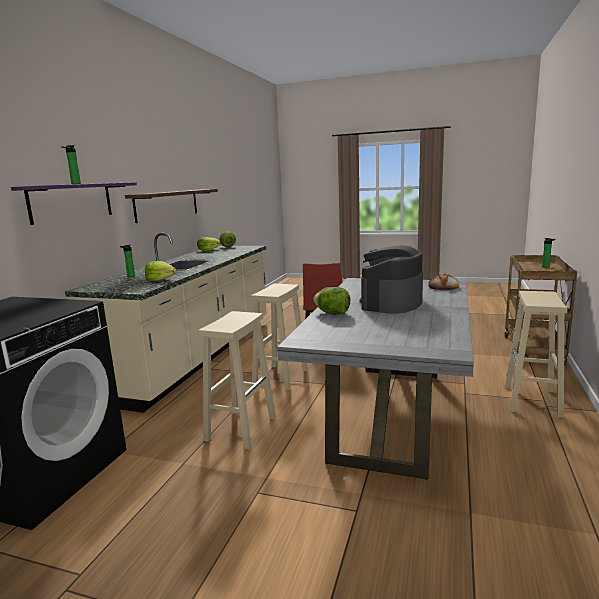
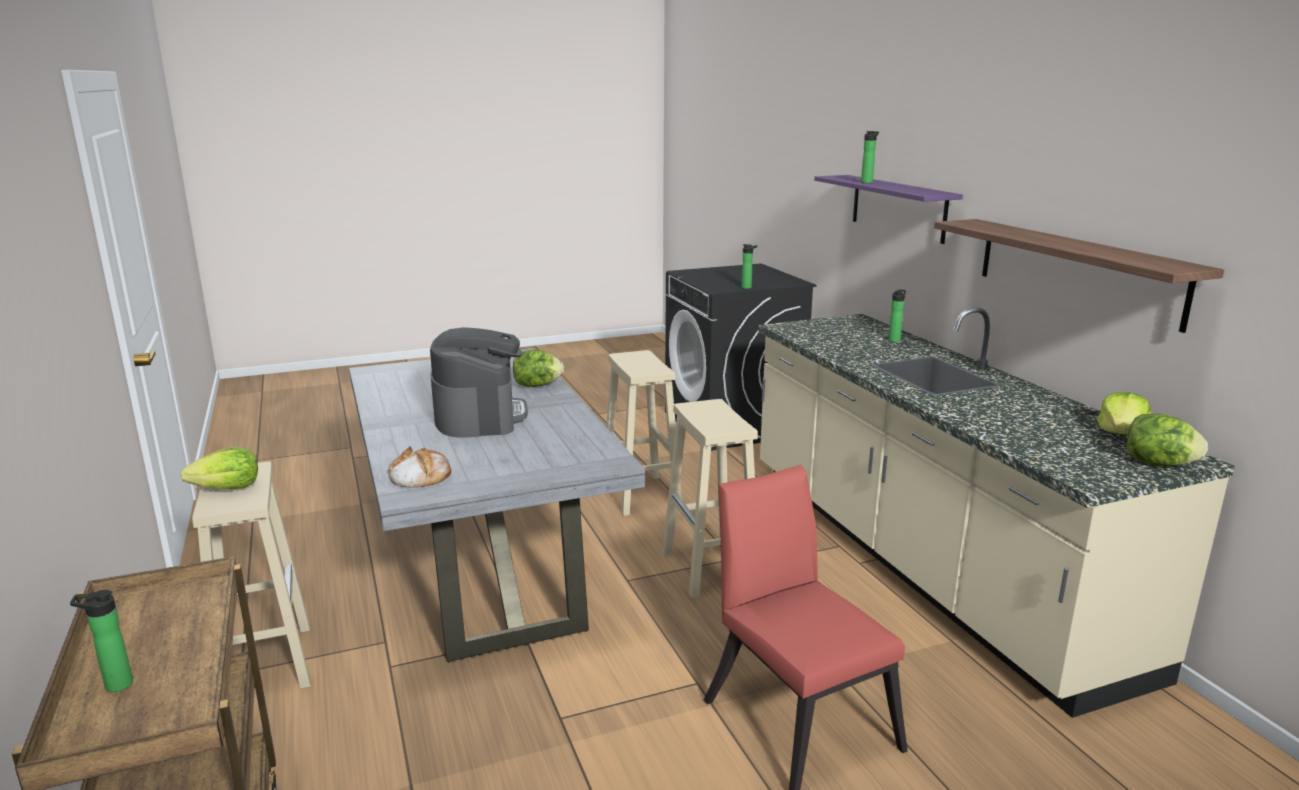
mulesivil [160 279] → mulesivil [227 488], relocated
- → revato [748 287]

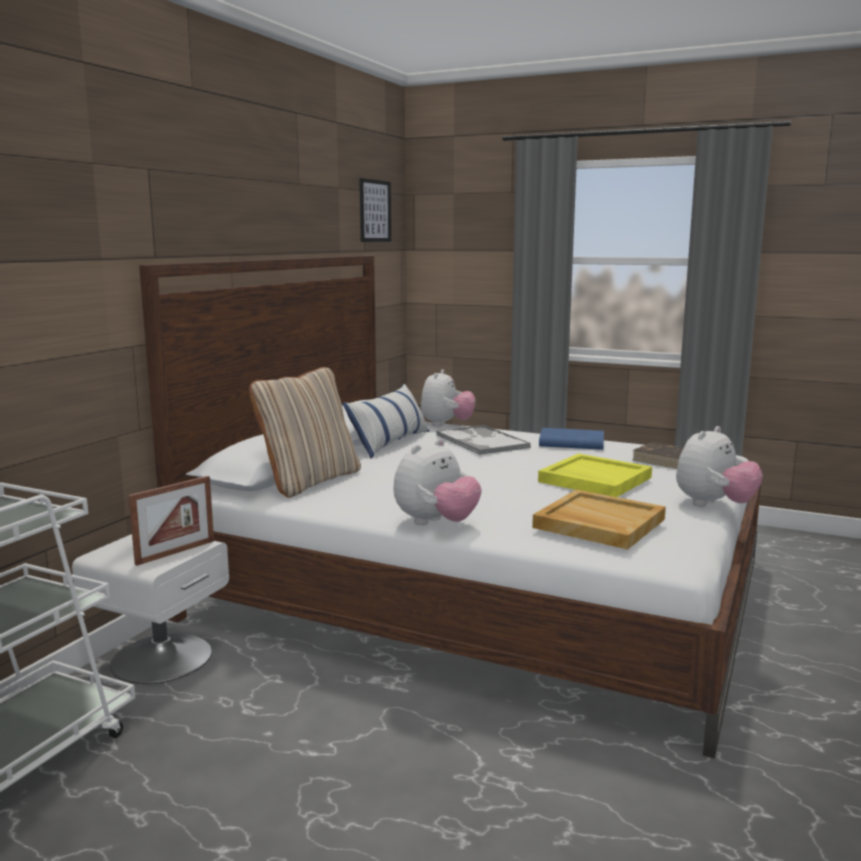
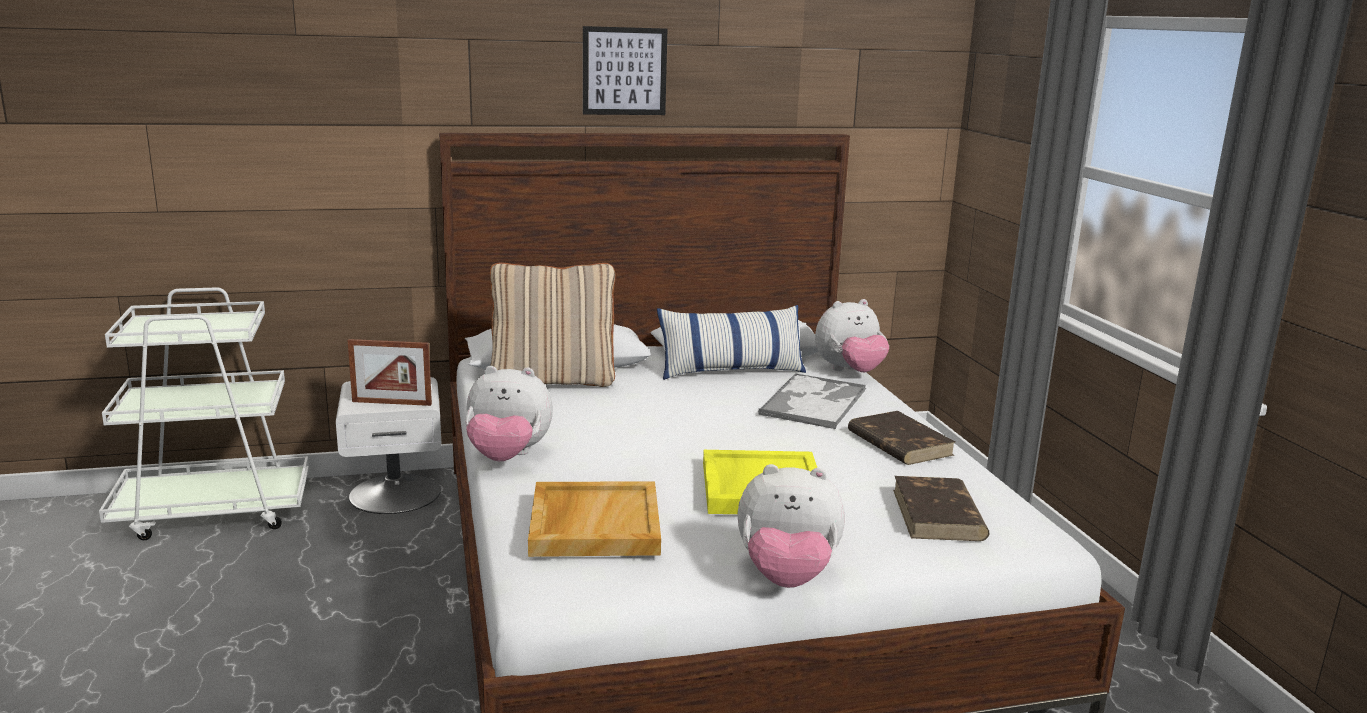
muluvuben [374 211] → muluvuben [624 71], relocated
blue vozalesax [570 443] → brown vozalesax [898 443]

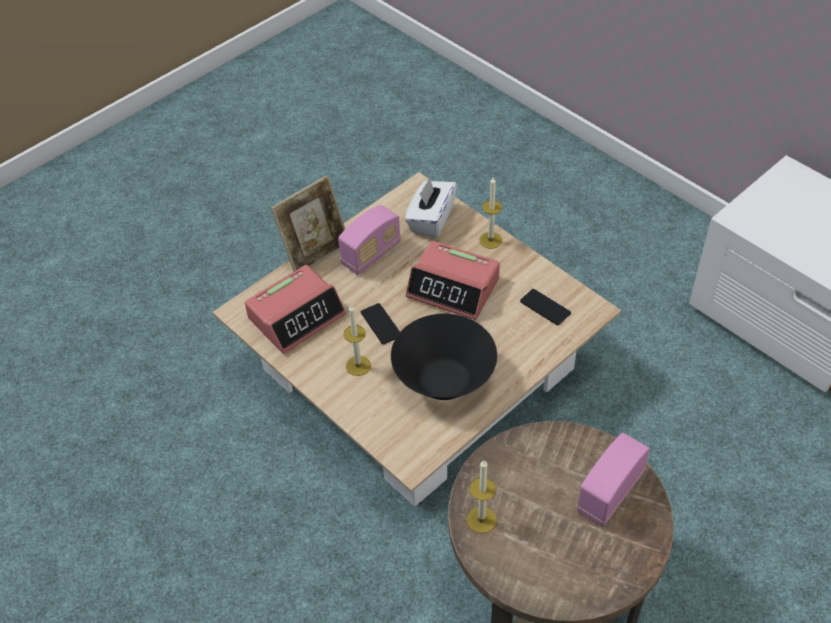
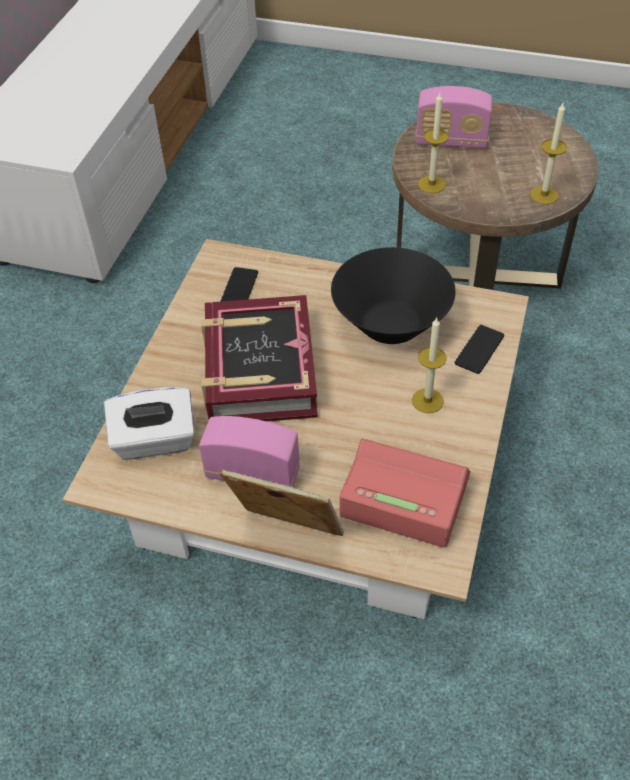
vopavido [453 288] → vozalesax [258 370]
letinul [490 240] → letinul [431 184], relocated
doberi [381 324] → doberi [479 350], relocated

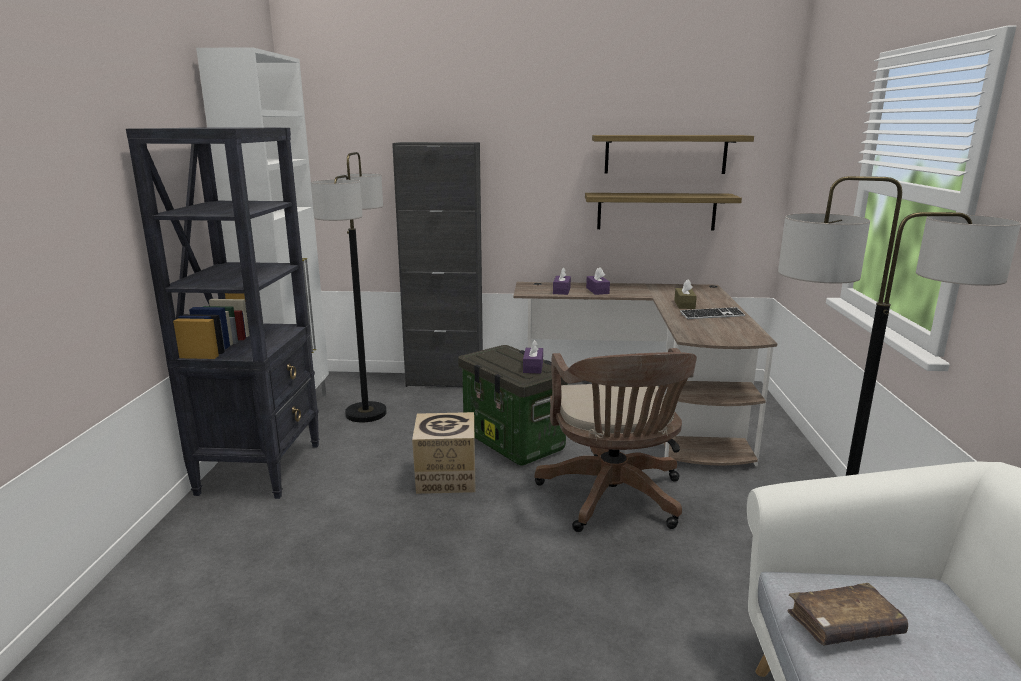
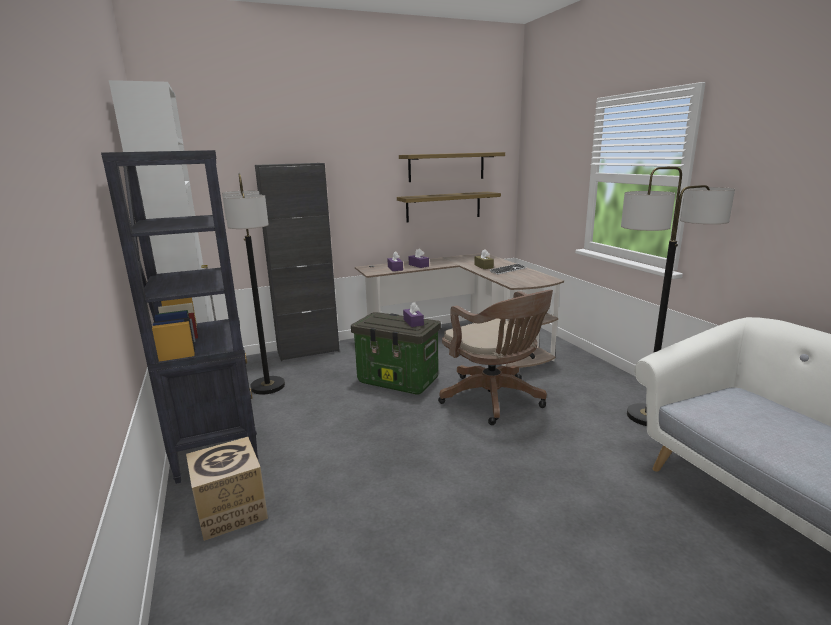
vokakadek [446 477] → vokakadek [231 510], relocated
brown vozalesax [844 626] → -

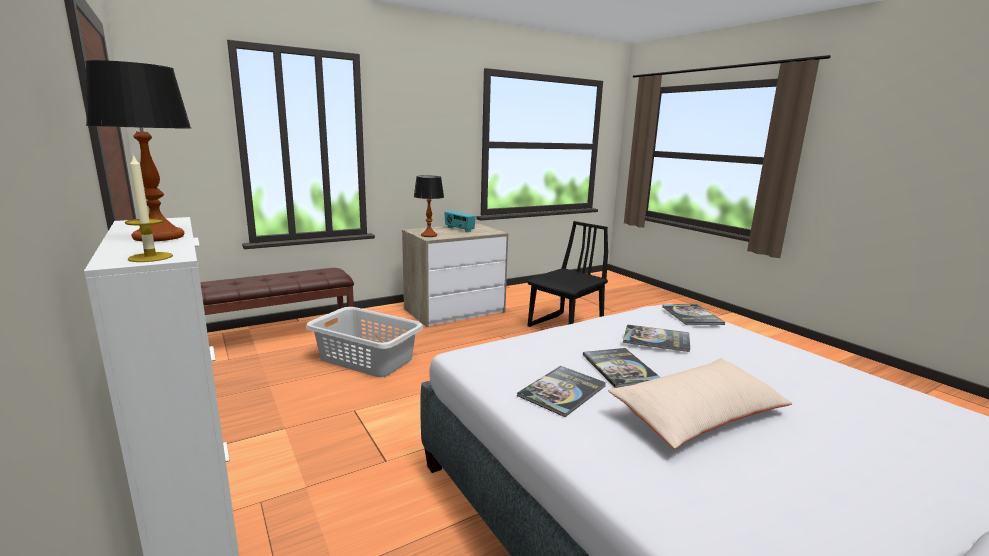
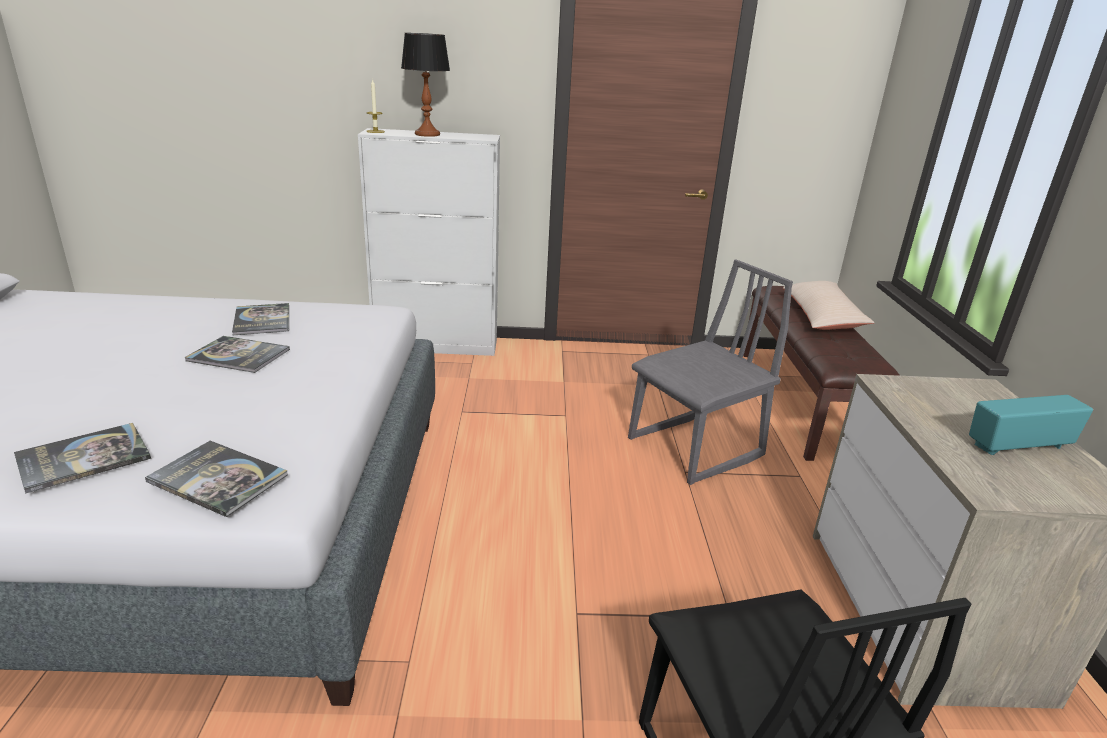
vozalesax [656 339] → vozalesax [84 458], relocated
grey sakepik [366 359] → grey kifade [696 449]
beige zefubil [698 415] → beige zefubil [822 316], relocated
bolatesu [429 235] → -

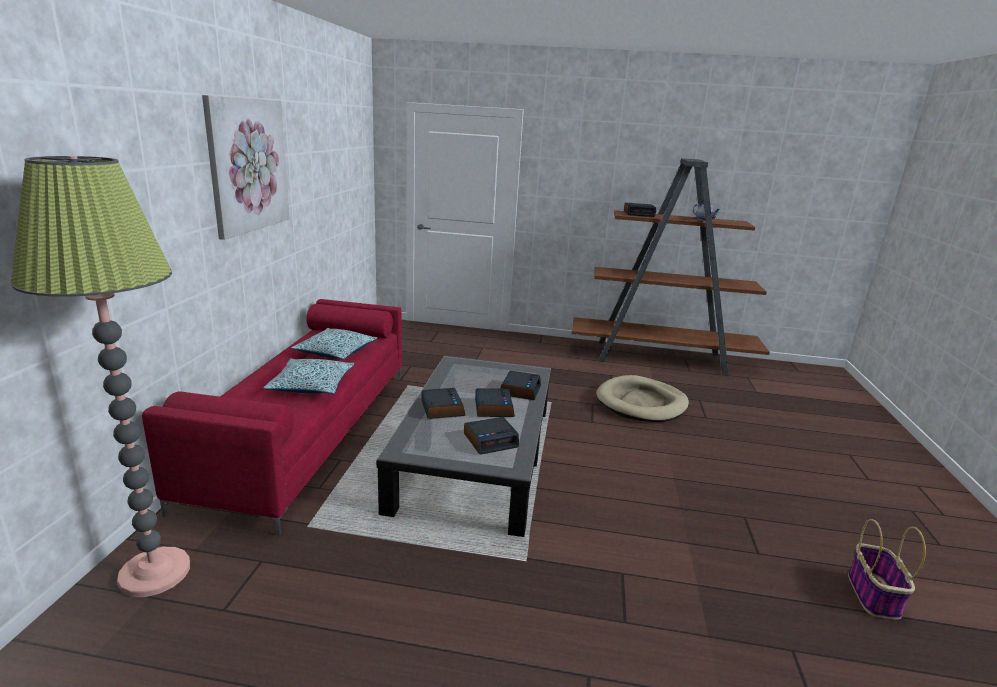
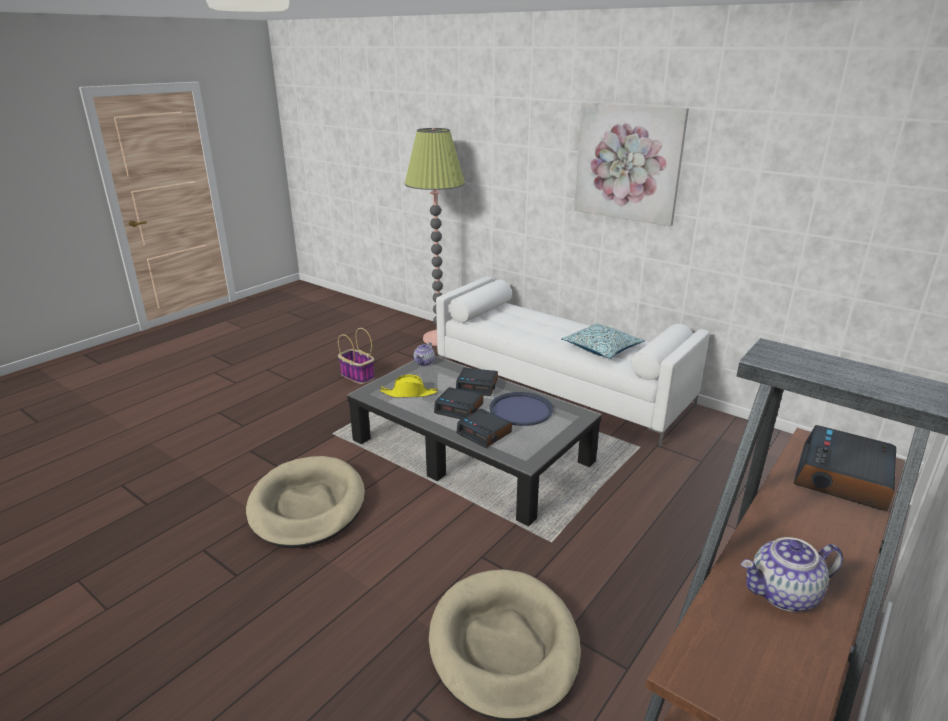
- → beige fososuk [307 506]
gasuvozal [874 596] → gasuvozal [357 376], relocated
vopavido [491 440] → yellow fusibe [409 393]
- → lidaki [424 363]
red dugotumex [307 432] → white dugotumex [561 385]
- → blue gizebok [520 410]
zefubil [311 386] → -

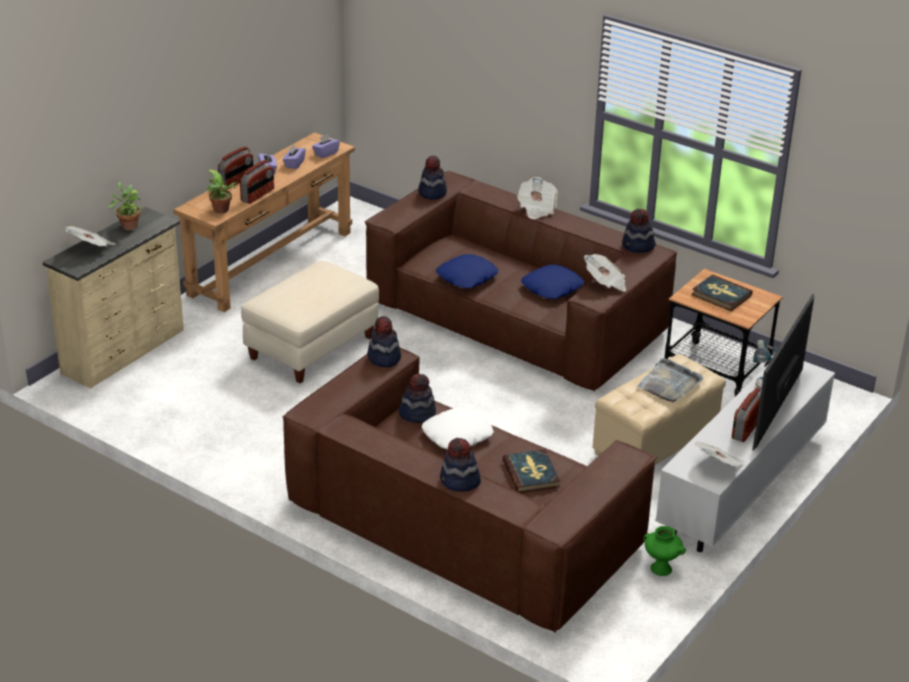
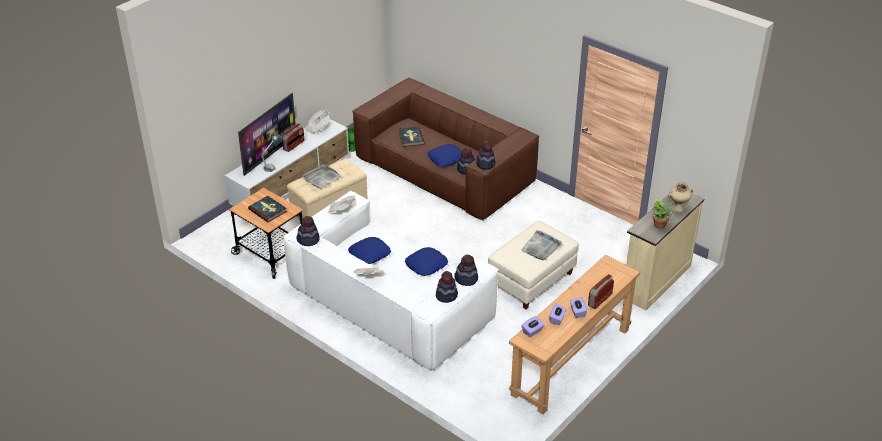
brown dugotumex [515 317] → white dugotumex [390 302]
white zefubil [457 435] → blue zefubil [446 159]
fusibe [459 481] → fusibe [466 279], relocated
- → grey gizebok [541 247]
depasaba [91 247] → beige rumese [677 208]
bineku [222 210] → -
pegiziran [258 195] → -

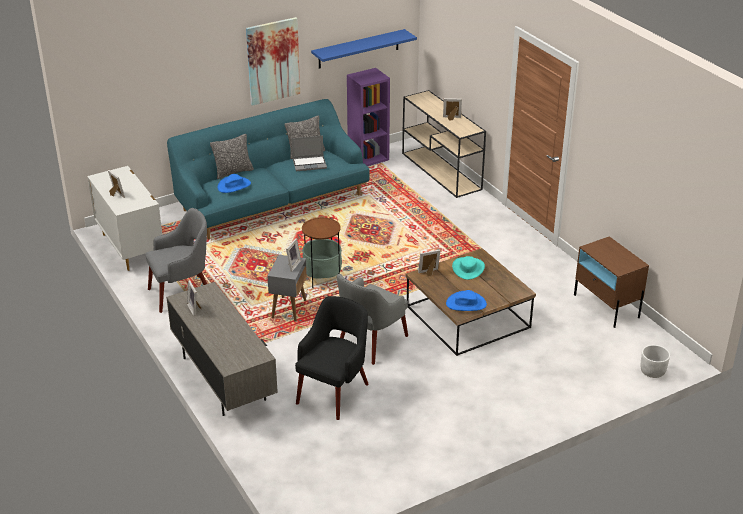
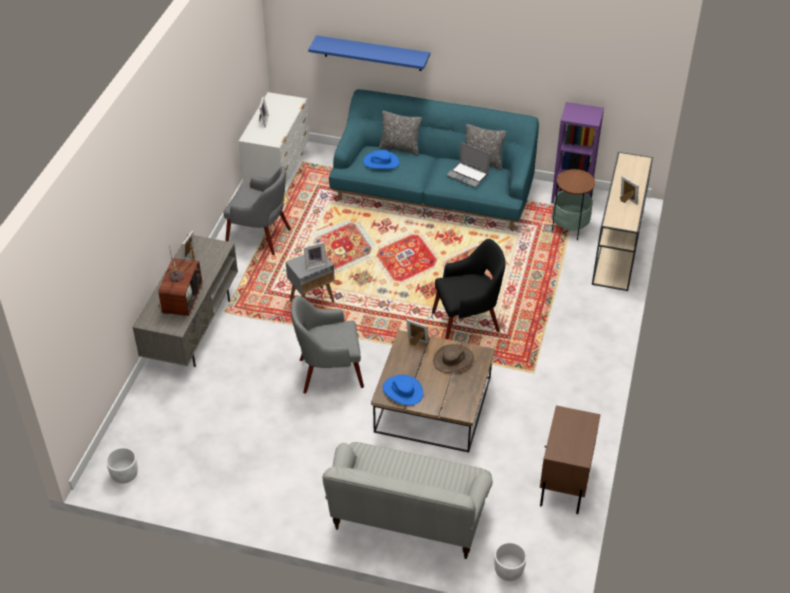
- → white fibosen [124 474]
- → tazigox [181 299]
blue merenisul [358 49] → blue merenisul [372 53], relocated
- → dugotumex [408 520]
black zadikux [334 392] → black zadikux [468 321], relocated
turquoise fusibe [468 268] → brown fusibe [453 360]
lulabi [322 278] → lulabi [569 227], relocated
muluvuben [273 61] → -

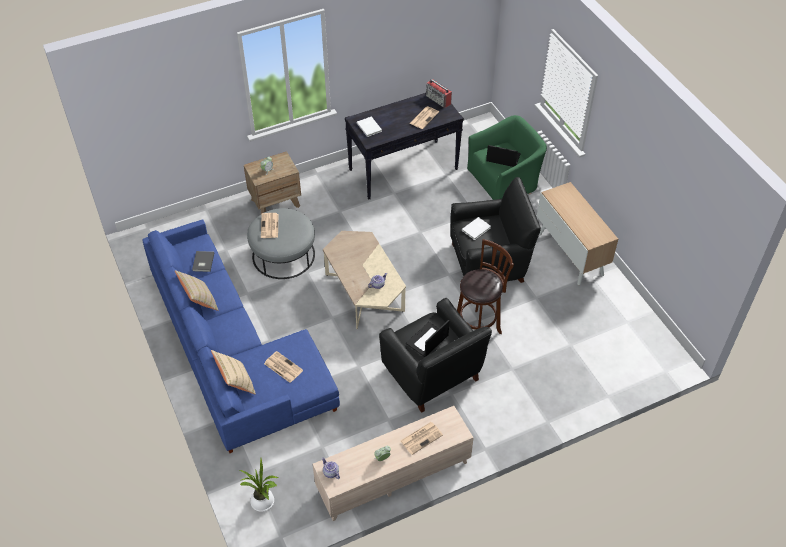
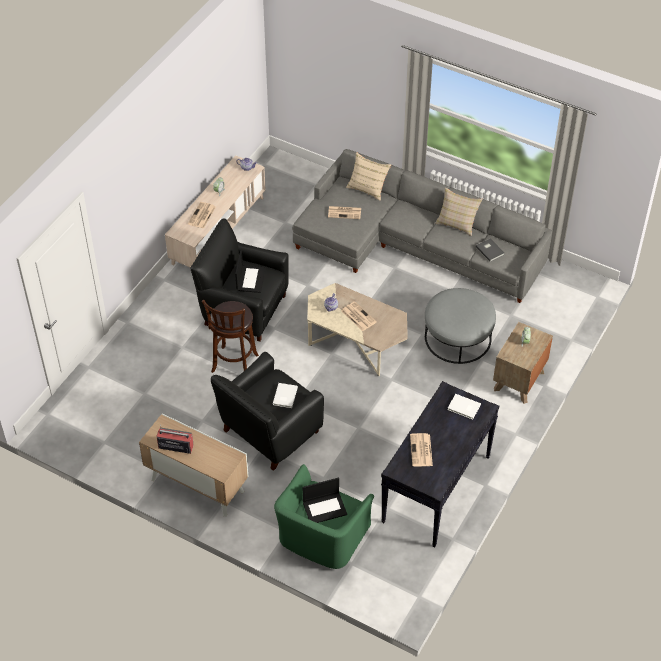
pegiziran [438 100] → pegiziran [175 446], relocated
blue dugotumex [233 353] → grey dugotumex [412 244]
depasaba [270 226] → depasaba [358 316], relocated
bineku [264 503] → -

